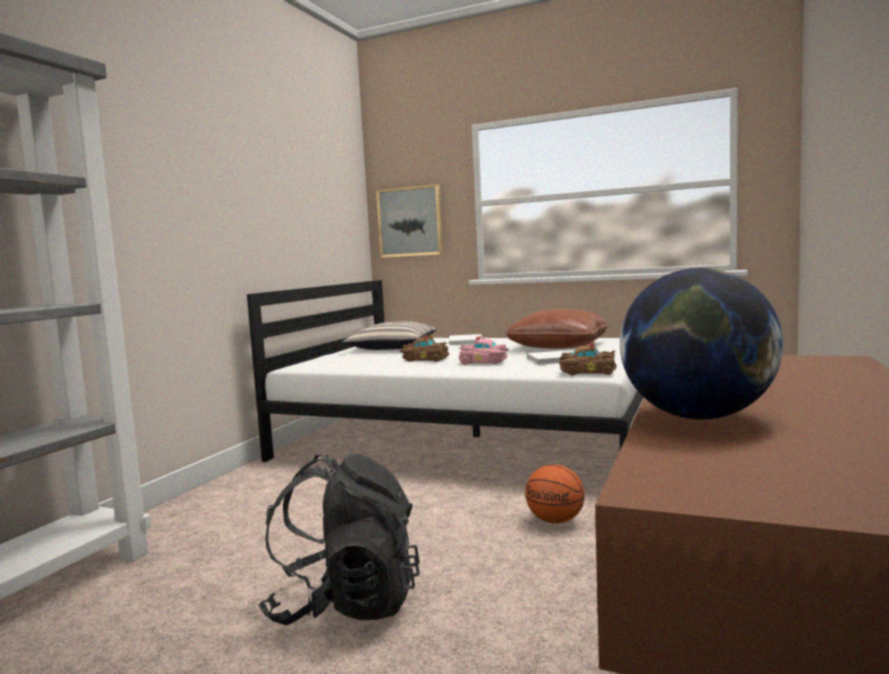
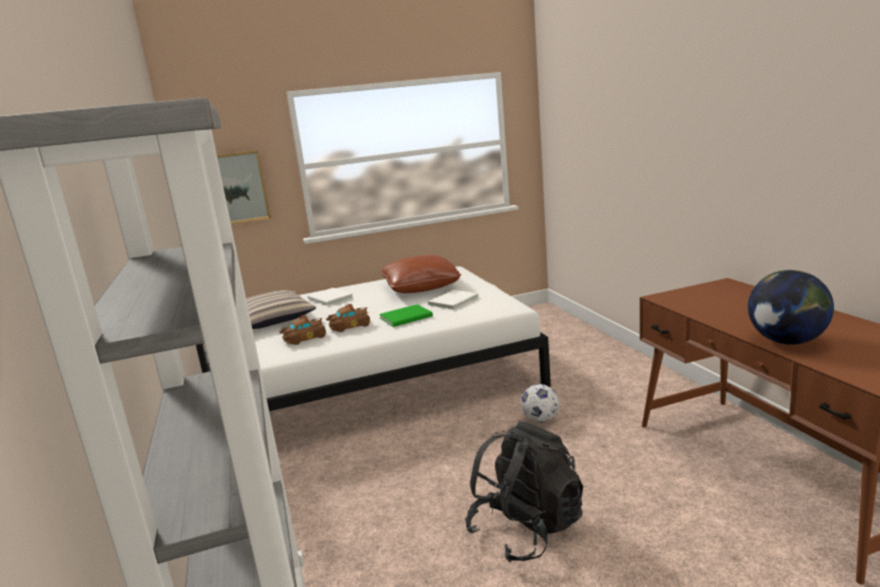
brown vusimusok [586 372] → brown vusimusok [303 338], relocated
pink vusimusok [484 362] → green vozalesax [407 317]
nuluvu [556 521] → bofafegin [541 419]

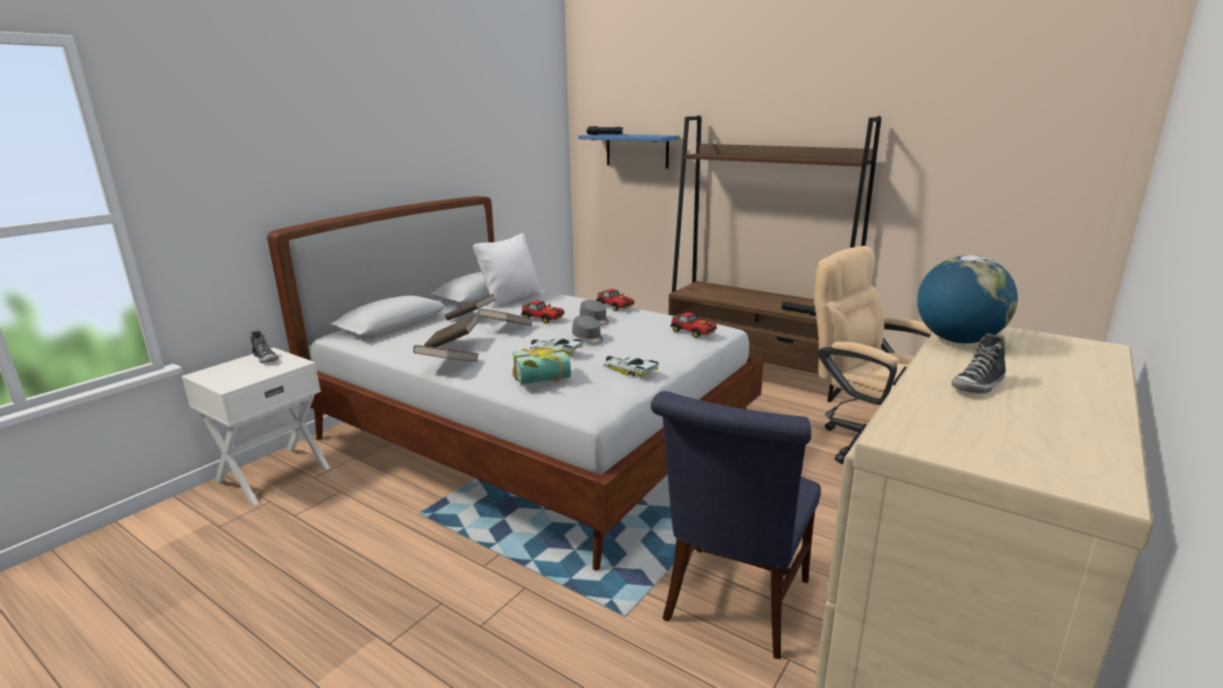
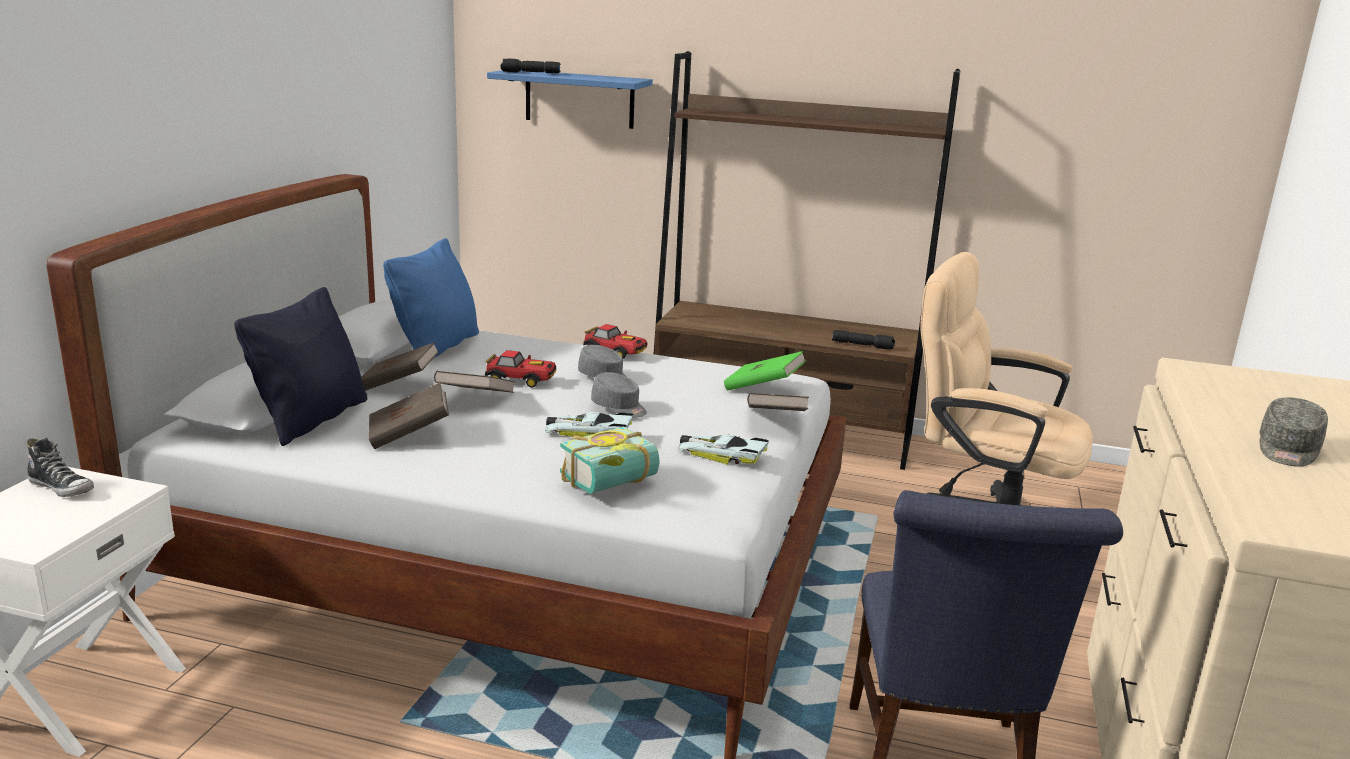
- → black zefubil [311 419]
white zefubil [511 299] → blue zefubil [437 347]
vusimusok [693 333] → green vozalesax [763 388]
brown vozalesax [448 366] → brown vozalesax [775 421], relocated
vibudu [978 385] → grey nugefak [1287 450]
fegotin [957 340] → -

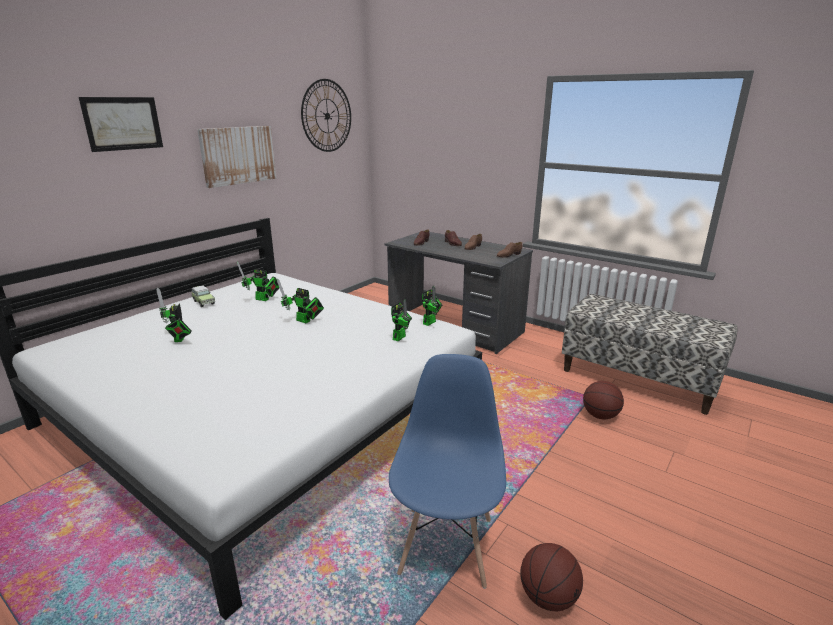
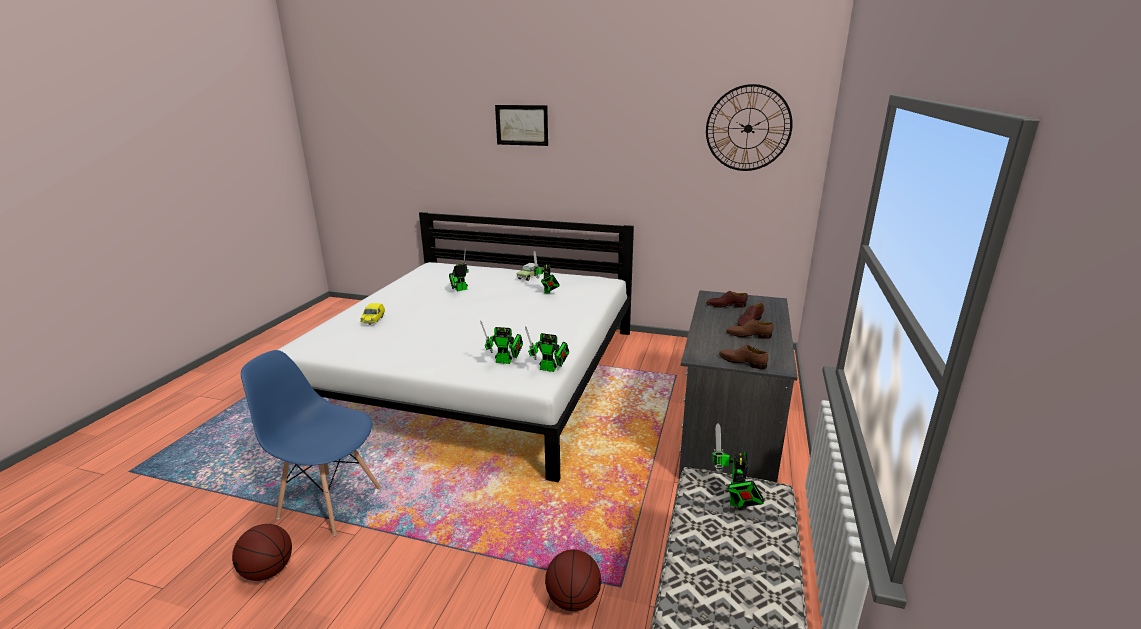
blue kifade [447 544] → blue kifade [330 502], 150 degrees counterclockwise
- → yellow vusimusok [373 320]
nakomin [305 321] → nakomin [735 501], relocated
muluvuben [238 155] → -

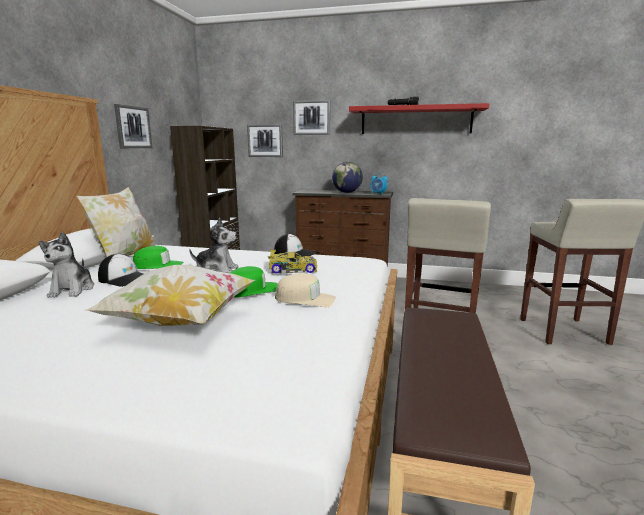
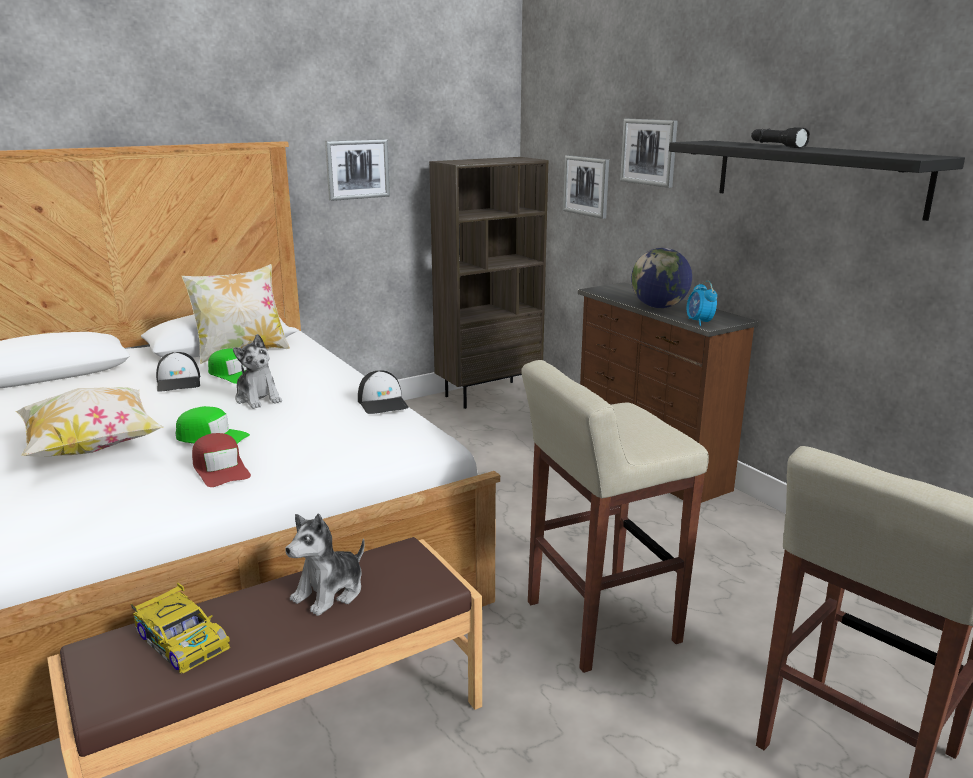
vusimusok [292 269] → vusimusok [182 640], relocated
beige nugefak [305 299] → red nugefak [220 469]
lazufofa [72 290] → lazufofa [330 592], relocated
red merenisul [415 120] → black merenisul [816 176]

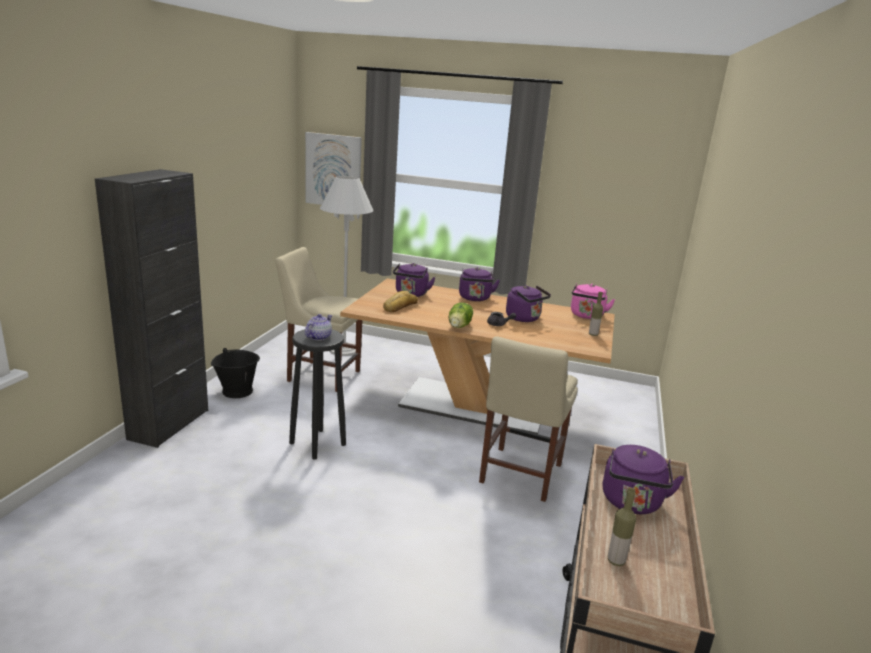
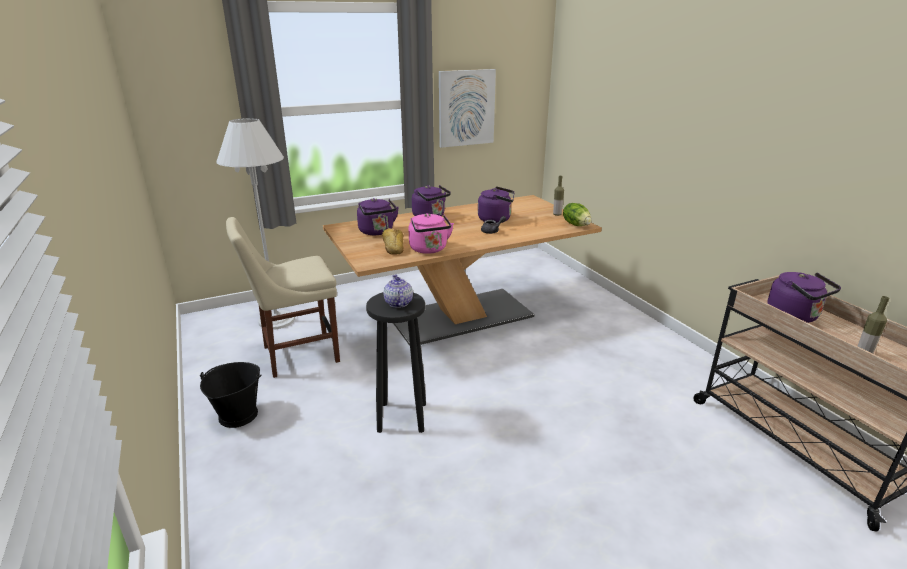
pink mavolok [586 316] → pink mavolok [429 249], relocated
muluvuben [333 170] → muluvuben [466 108], relocated
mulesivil [459 326] → mulesivil [576 224], relocated
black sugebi [169 424] → -
beige kifade [519 475] → -

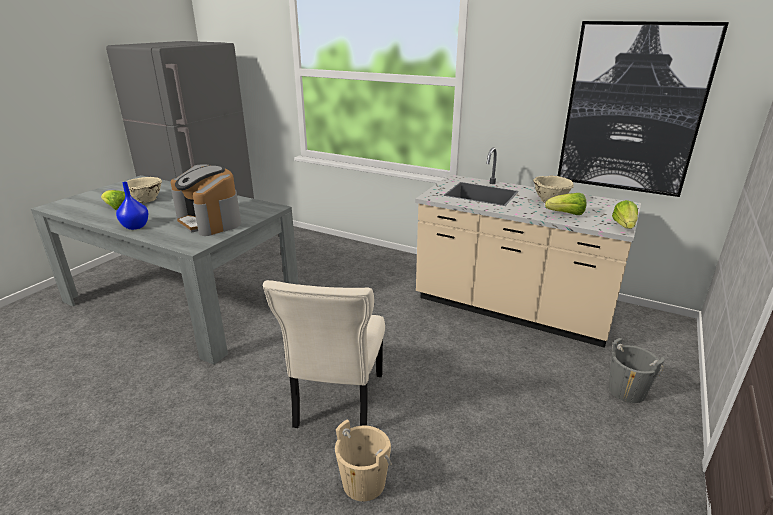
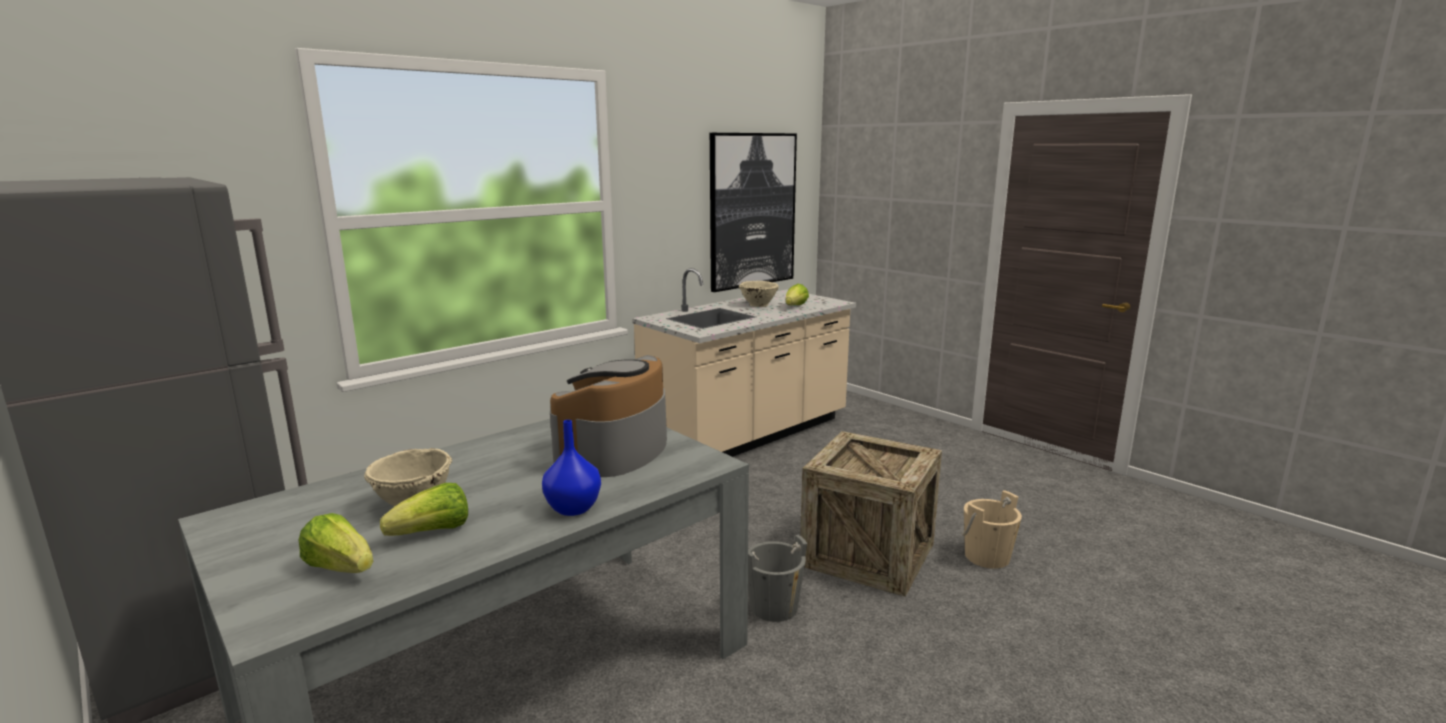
mulesivil [624 226] → mulesivil [341 568], relocated
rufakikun [210 221] → rufakikun [614 451], 135 degrees clockwise
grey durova [627 391] → grey durova [773 607], relocated
beige kifade [338 402] → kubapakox [868 554]

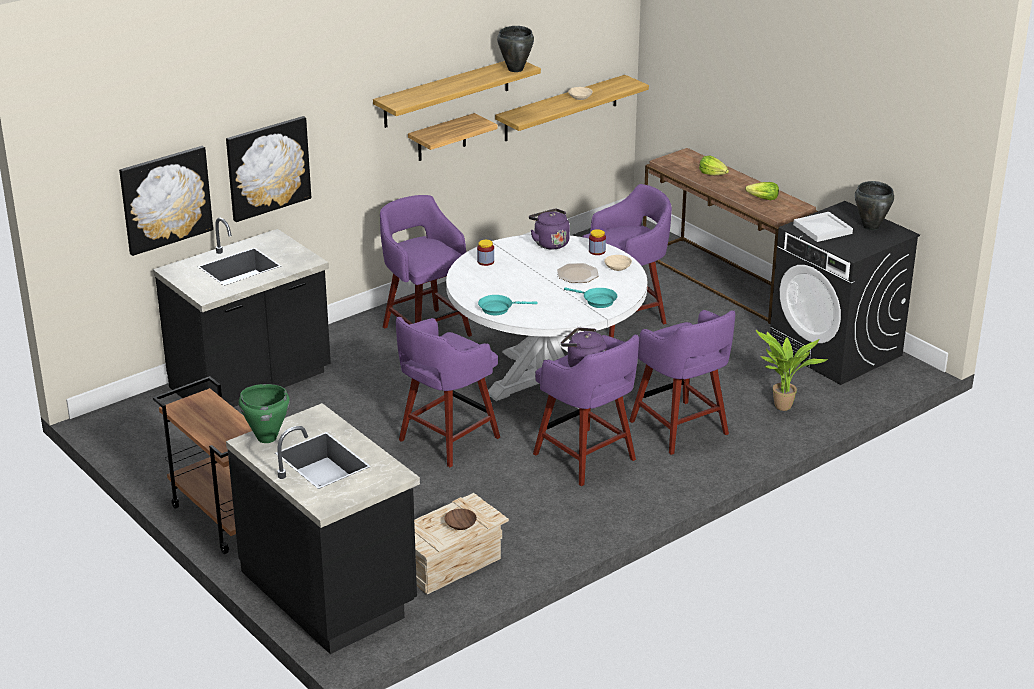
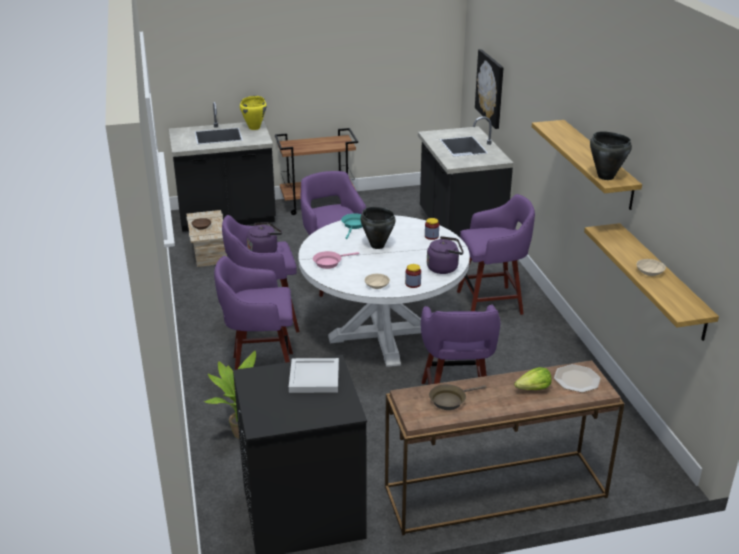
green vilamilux [266 438] → yellow vilamilux [254 128]
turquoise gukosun [597 301] → pink gukosun [329 262]
black vilamilux [870 227] → black vilamilux [377 245], relocated
mulesivil [763 199] → brown gukosun [450 400]
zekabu [577 274] → zekabu [577 379], relocated
muluvuben [268 168] → -
merenisul [441 138] → -

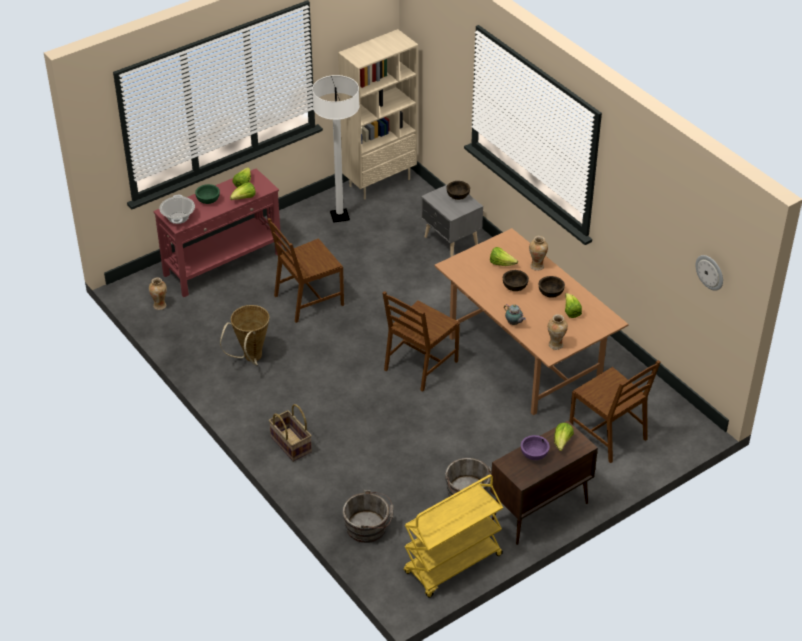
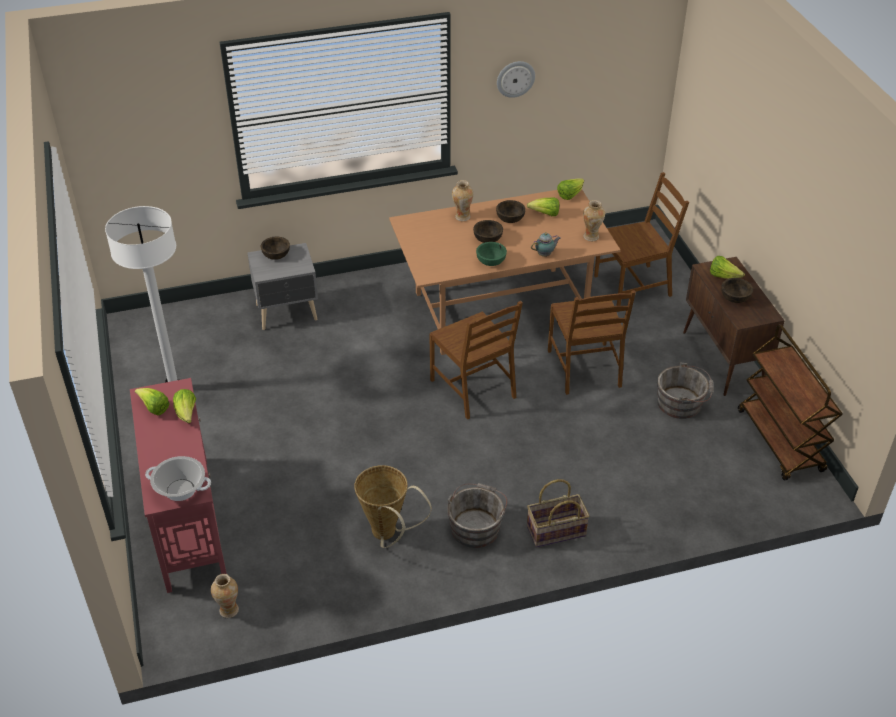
grey durova [369 527] → grey durova [476 526], relocated
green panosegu [208 200] → green panosegu [491 262], relocated
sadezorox [710 272] → sadezorox [515 78], relocated
brown kifade [308 300] → brown kifade [585 369], relocated
mulesivil [501 264] → mulesivil [570 195], relocated
purple panosegu [534 454] → brown panosegu [735 298]
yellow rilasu [453 565] → brown rilasu [780 441]
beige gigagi [379 182] → -

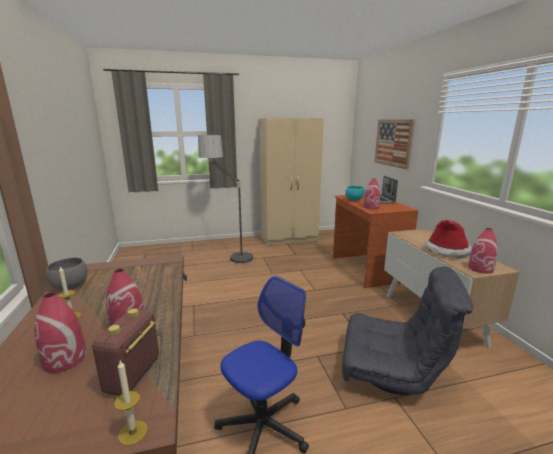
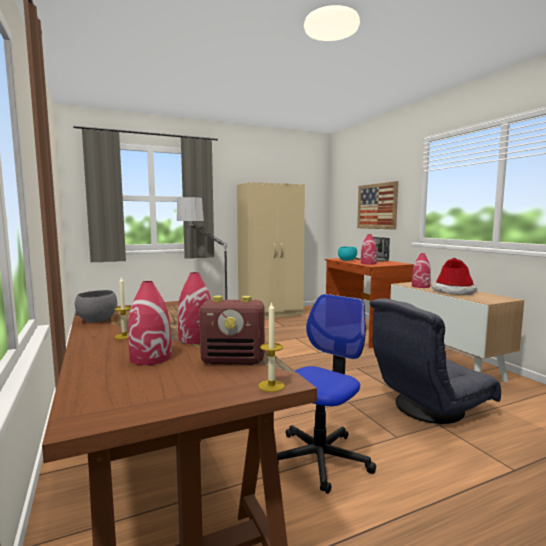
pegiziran [132 375] → pegiziran [234 361], 90 degrees counterclockwise
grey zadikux [392 373] → grey zadikux [427 407], 150 degrees clockwise
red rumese [481 269] → red rumese [421 286], relocated

